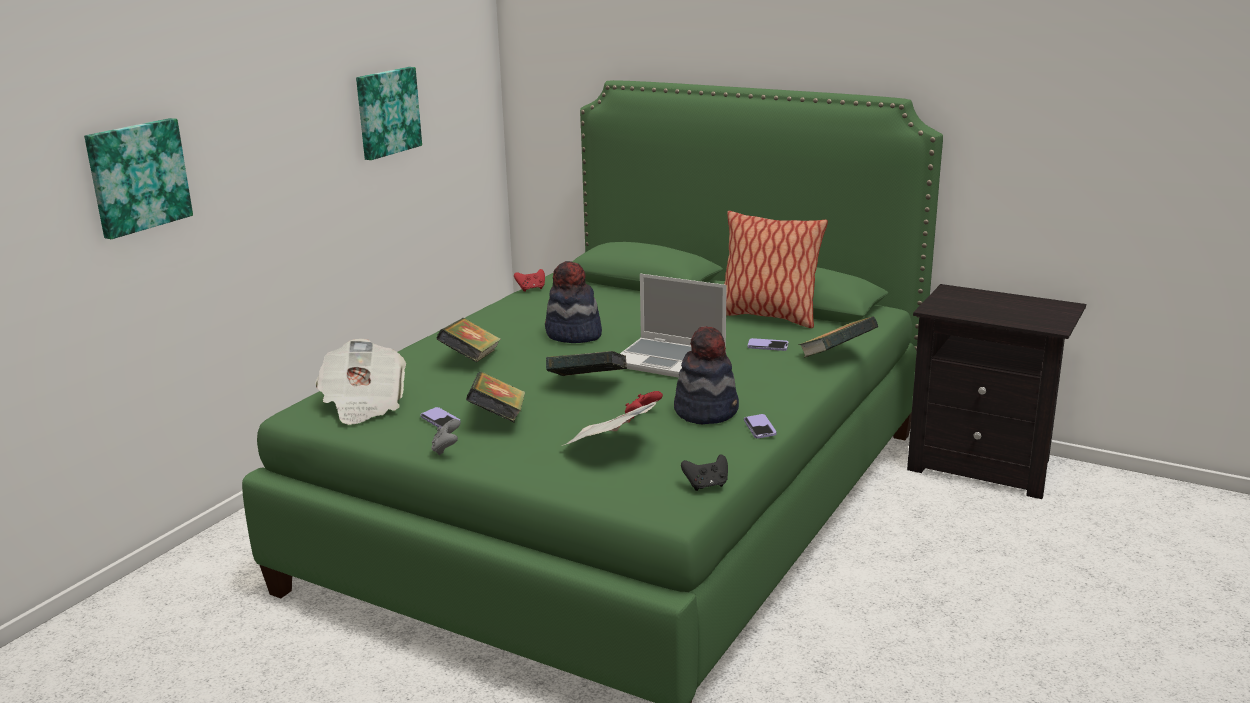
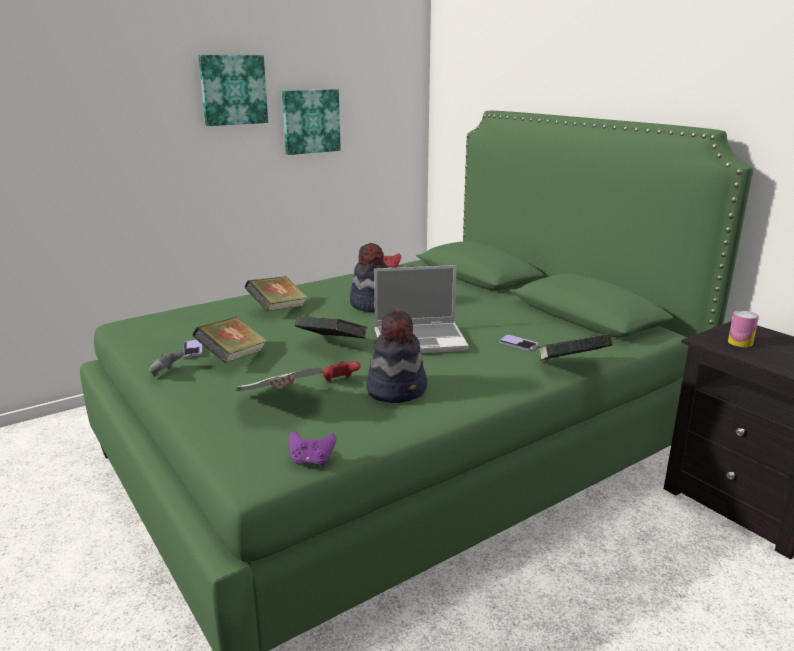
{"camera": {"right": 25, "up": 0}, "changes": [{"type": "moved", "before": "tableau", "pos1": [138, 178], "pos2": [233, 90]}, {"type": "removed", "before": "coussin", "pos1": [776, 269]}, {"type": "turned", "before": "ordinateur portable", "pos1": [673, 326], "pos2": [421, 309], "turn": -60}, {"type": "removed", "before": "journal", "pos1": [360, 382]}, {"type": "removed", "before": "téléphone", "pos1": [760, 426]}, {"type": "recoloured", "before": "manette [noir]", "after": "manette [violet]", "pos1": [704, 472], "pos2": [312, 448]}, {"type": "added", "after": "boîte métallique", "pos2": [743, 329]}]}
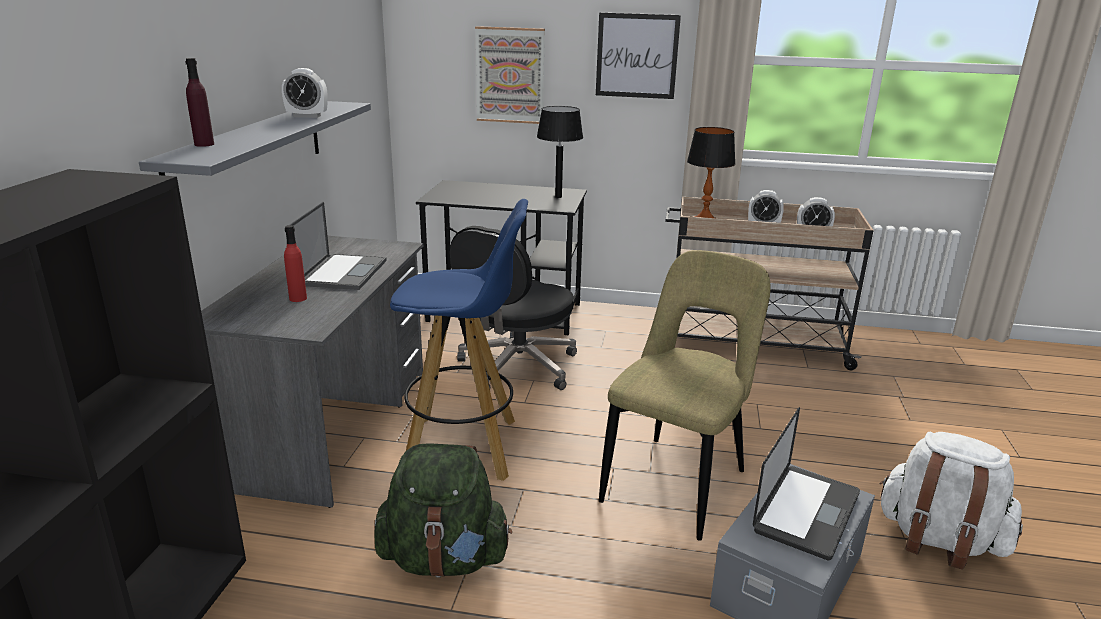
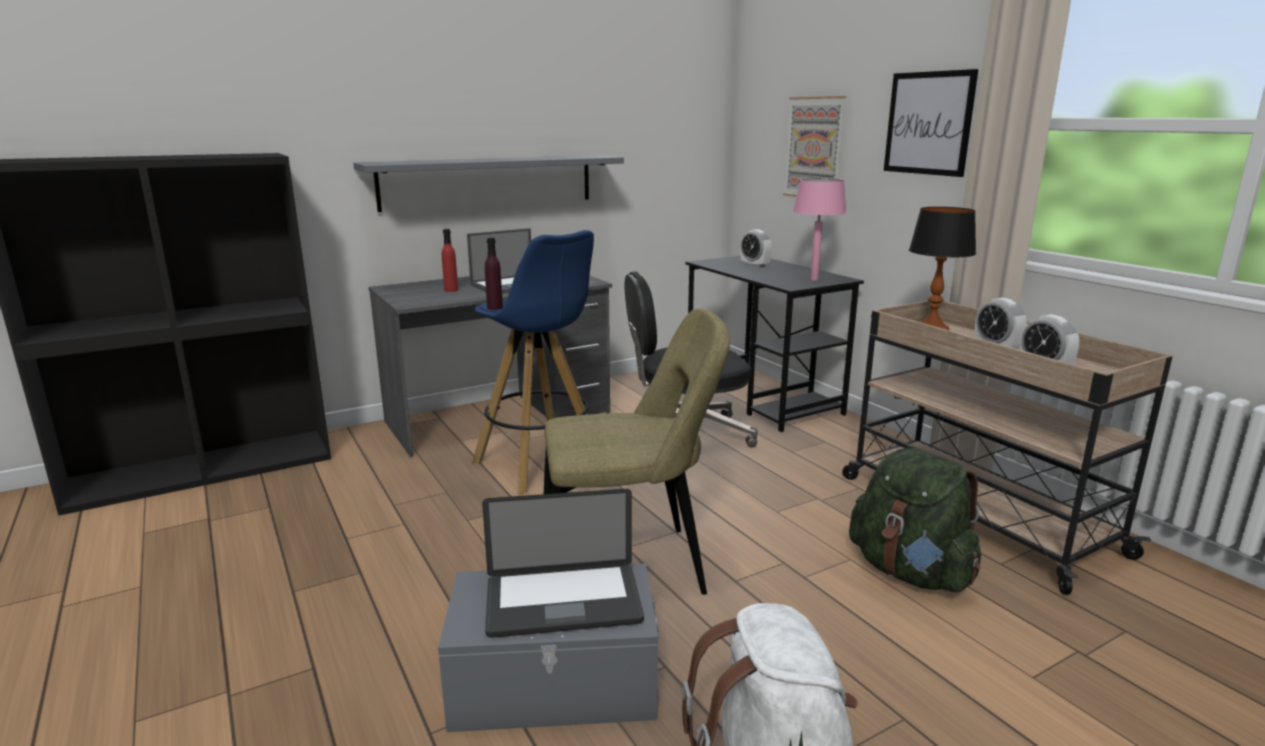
{"camera": {"right": 50, "up": -5}, "changes": [{"type": "moved", "before": "bouteille [violet]", "pos1": [199, 102], "pos2": [494, 274]}, {"type": "moved", "before": "réveil", "pos1": [305, 93], "pos2": [756, 248]}, {"type": "recoloured", "before": "lampe de table [noir]", "after": "lampe de table [rose]", "pos1": [560, 152], "pos2": [820, 229]}, {"type": "moved", "before": "sac à dos [vert]", "pos1": [443, 511], "pos2": [915, 520]}]}
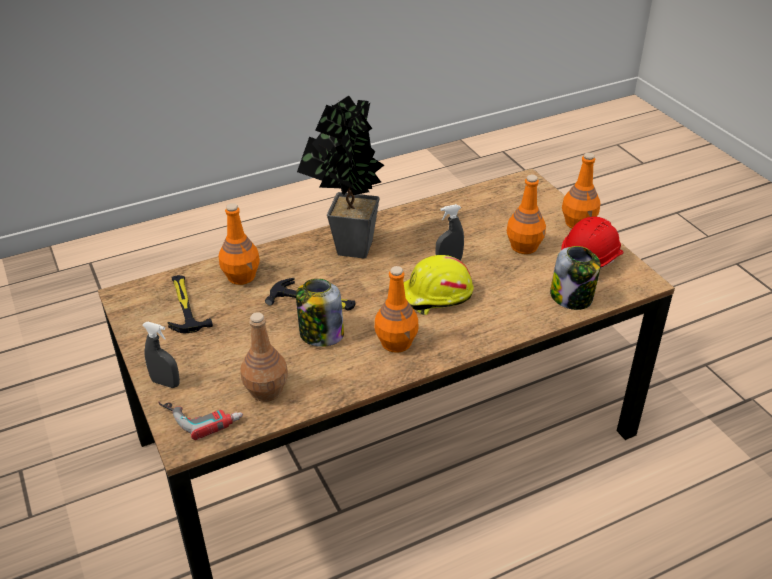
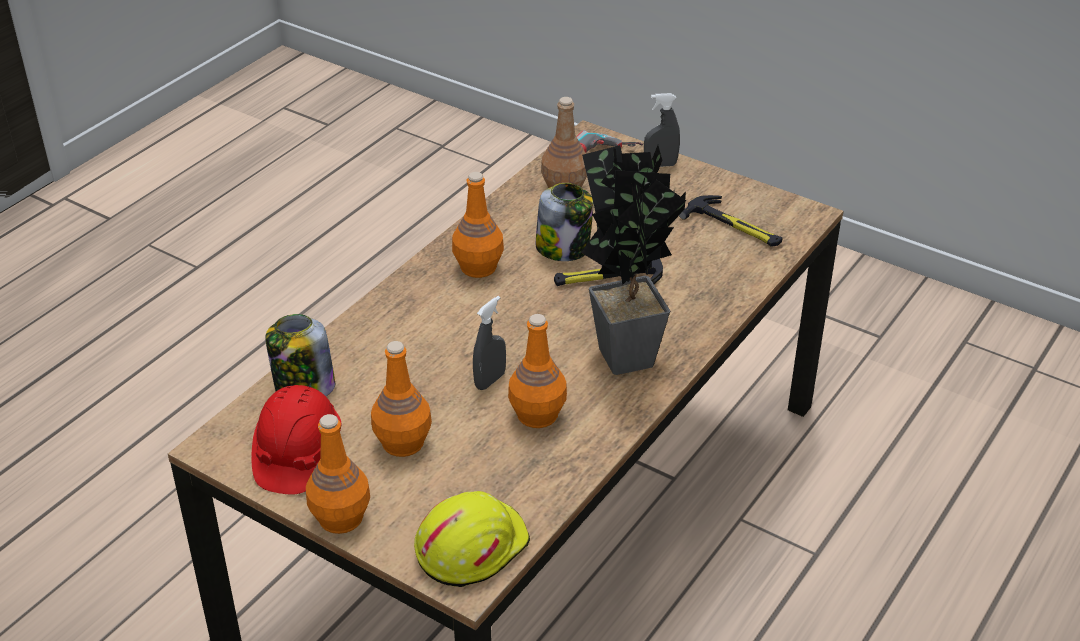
{"camera": {"right": 150, "up": 0}, "changes": [{"type": "moved", "before": "bouteille [orange]", "pos1": [239, 244], "pos2": [537, 371]}, {"type": "moved", "before": "casque de chantier [jaune]", "pos1": [439, 285], "pos2": [472, 539]}]}
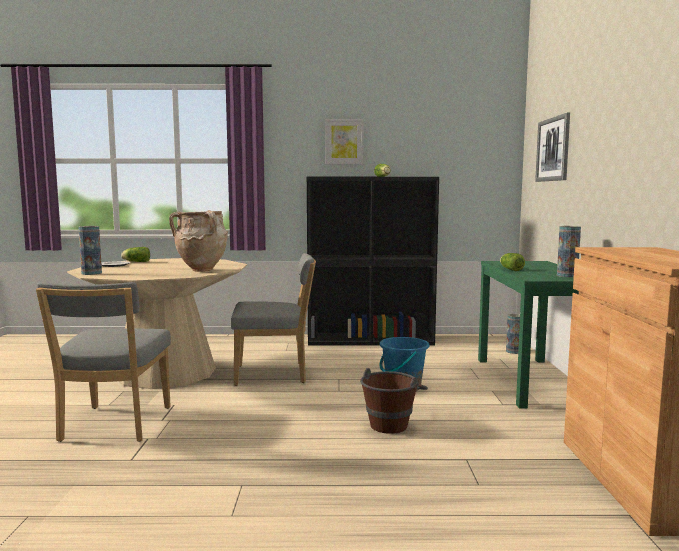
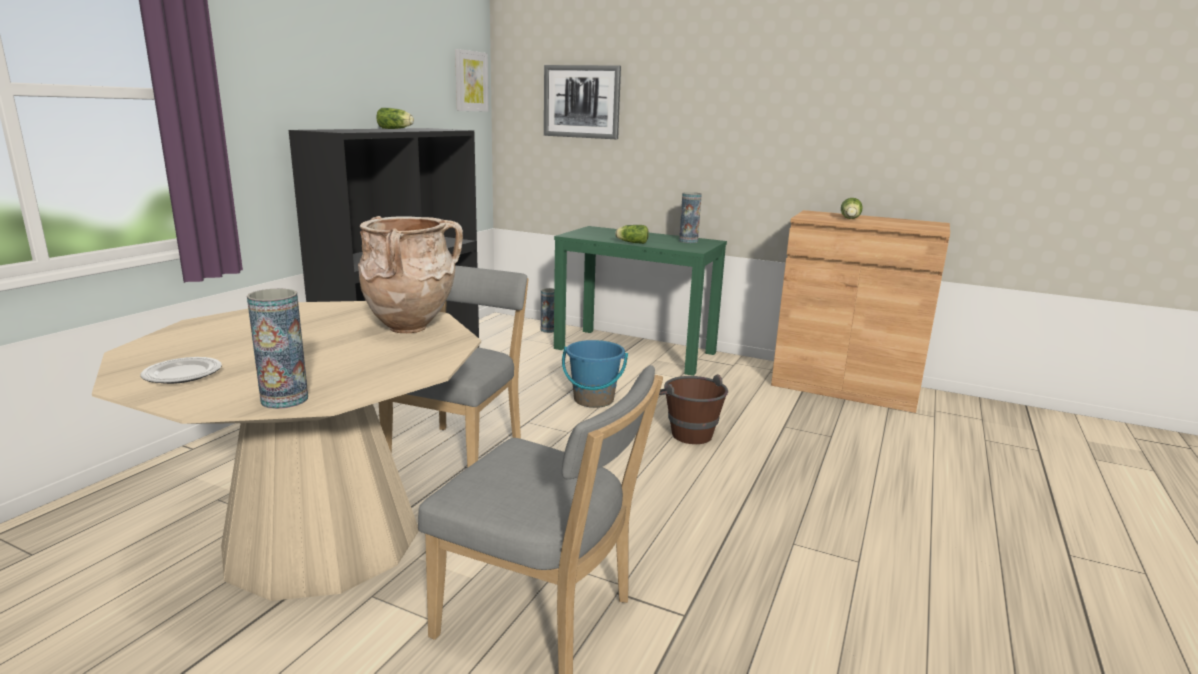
{"camera": {"right": -65, "up": 10}, "changes": [{"type": "moved", "before": "tableau", "pos1": [344, 142], "pos2": [472, 80]}, {"type": "moved", "before": "laitue", "pos1": [135, 254], "pos2": [851, 208]}]}
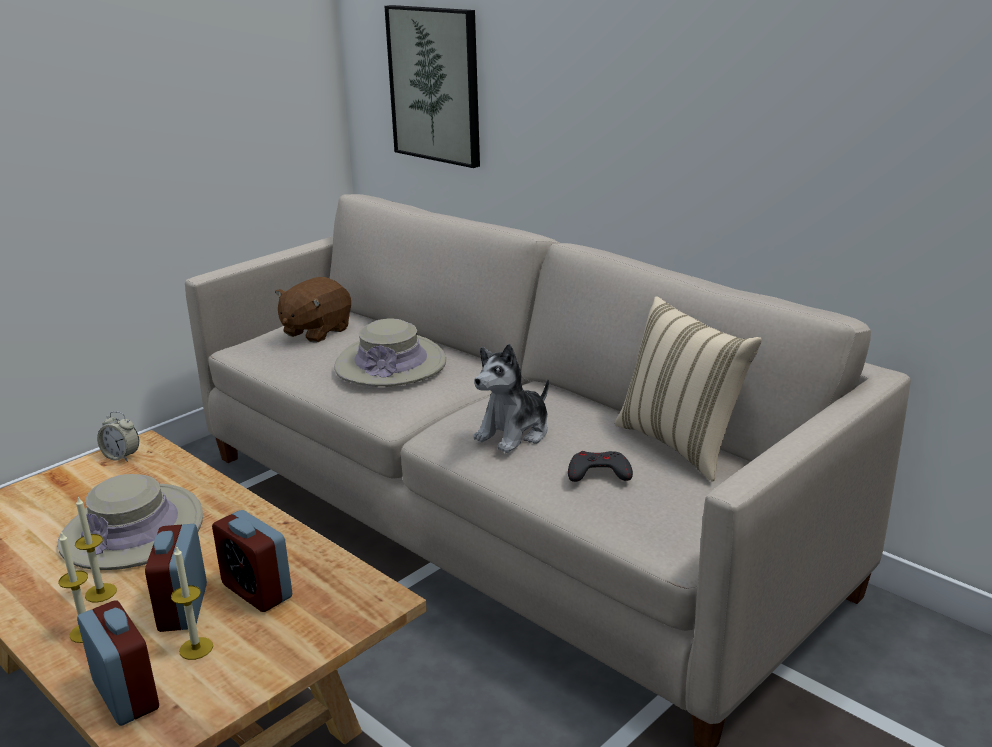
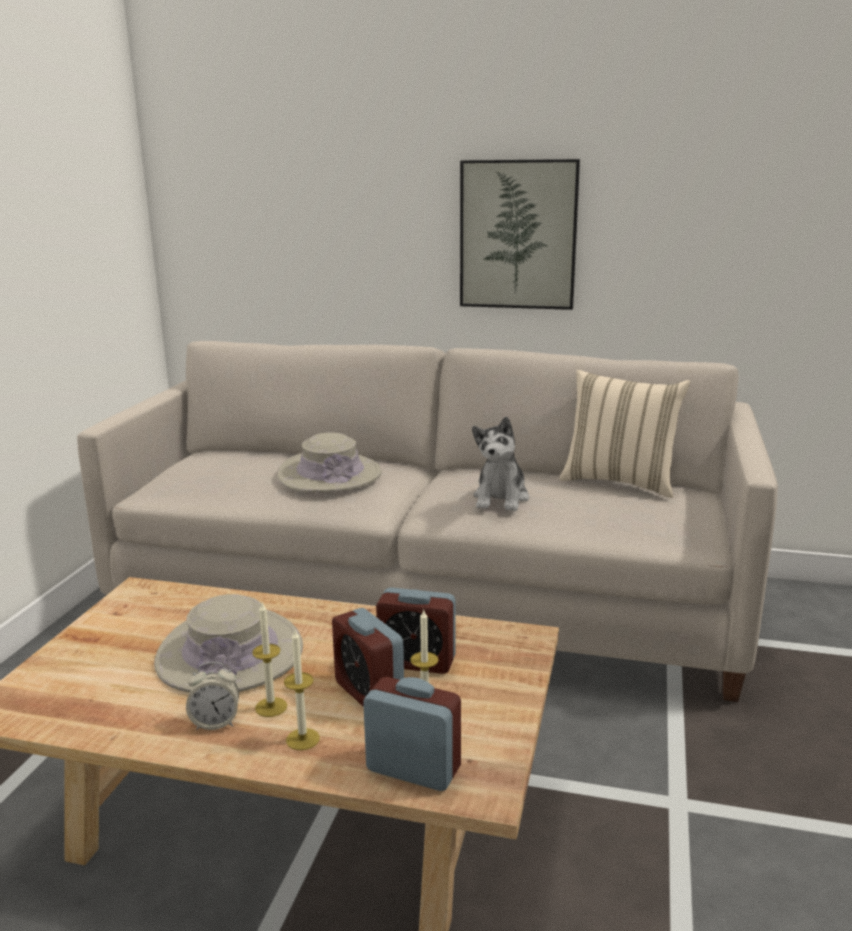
{"camera": {"right": -30, "up": -5}, "changes": [{"type": "moved", "before": "tableau", "pos1": [432, 86], "pos2": [520, 234]}, {"type": "removed", "before": "peluche [marron]", "pos1": [313, 310]}, {"type": "moved", "before": "réveil", "pos1": [118, 436], "pos2": [212, 696]}, {"type": "removed", "before": "manette [gris]", "pos1": [600, 466]}]}
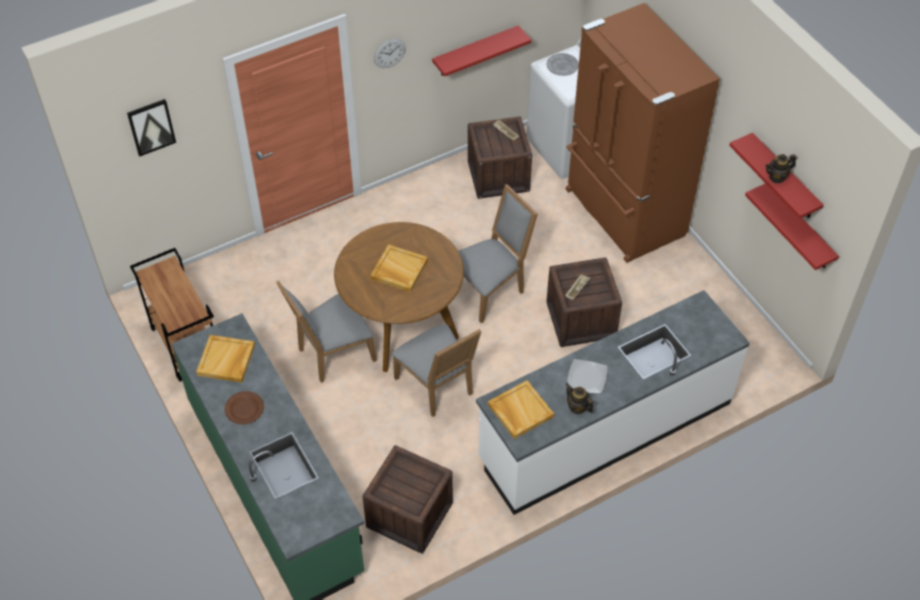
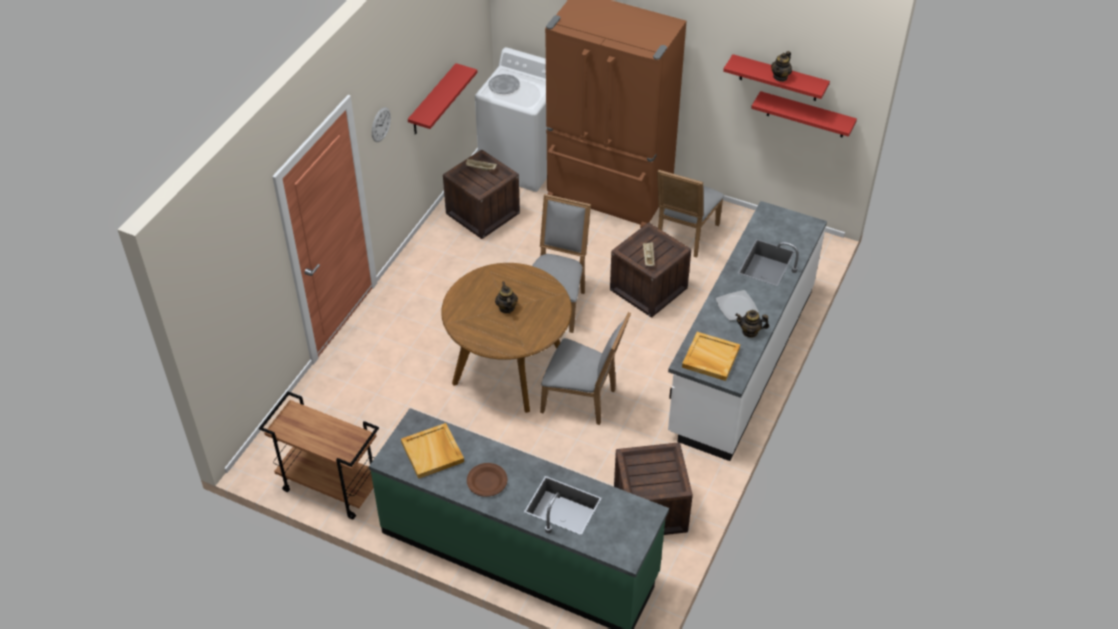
{"camera": {"right": -35, "up": -5}, "changes": [{"type": "removed", "before": "tableau", "pos1": [151, 127]}, {"type": "replaced", "before": "plateau [beige]", "after": "théière", "pos1": [399, 268], "pos2": [506, 297]}, {"type": "moved", "before": "chaise [gris]", "pos1": [326, 331], "pos2": [690, 214]}]}
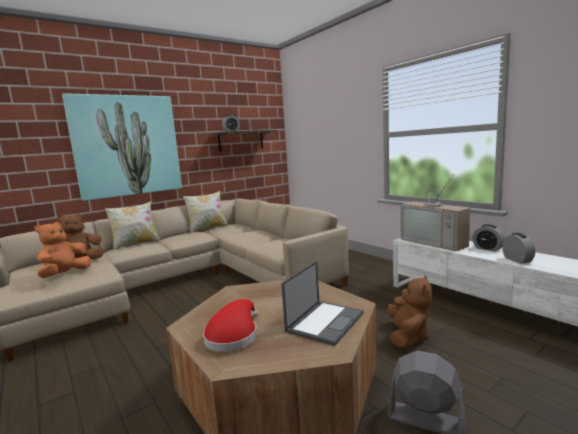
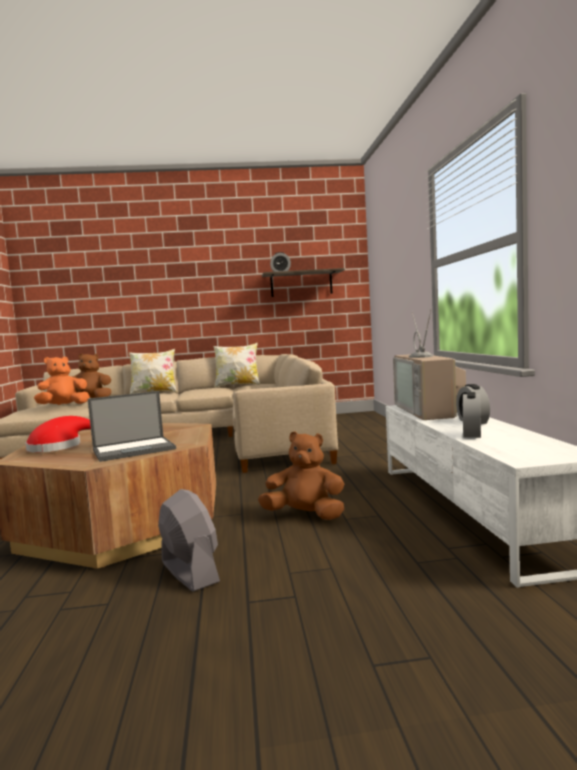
{"camera": {"right": 30, "up": -5}, "changes": [{"type": "removed", "before": "tableau", "pos1": [122, 147]}, {"type": "turned", "before": "peluche [marron]", "pos1": [410, 312], "pos2": [301, 475], "turn": -120}]}
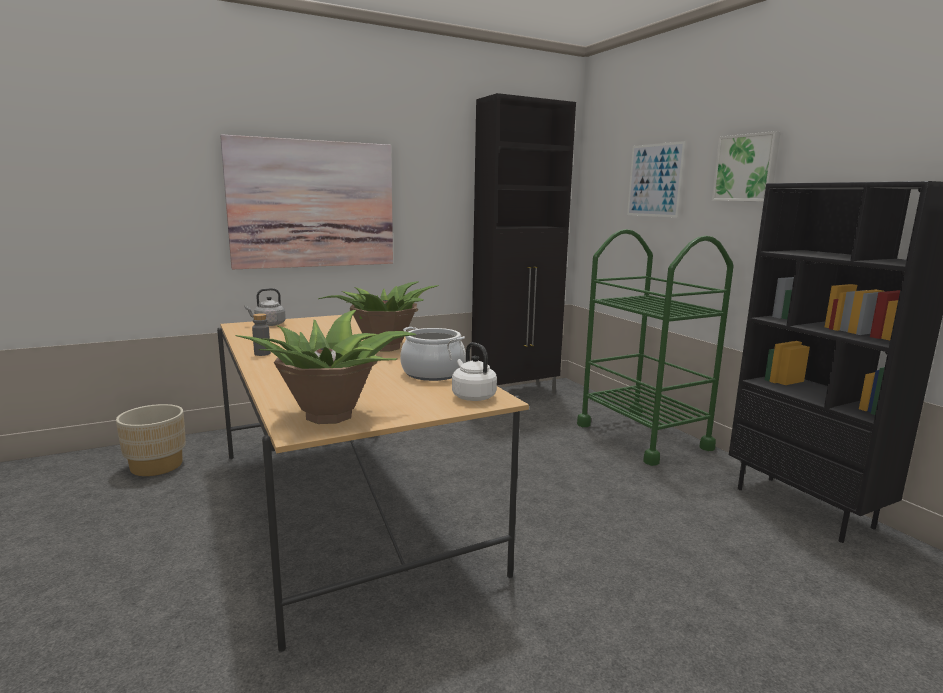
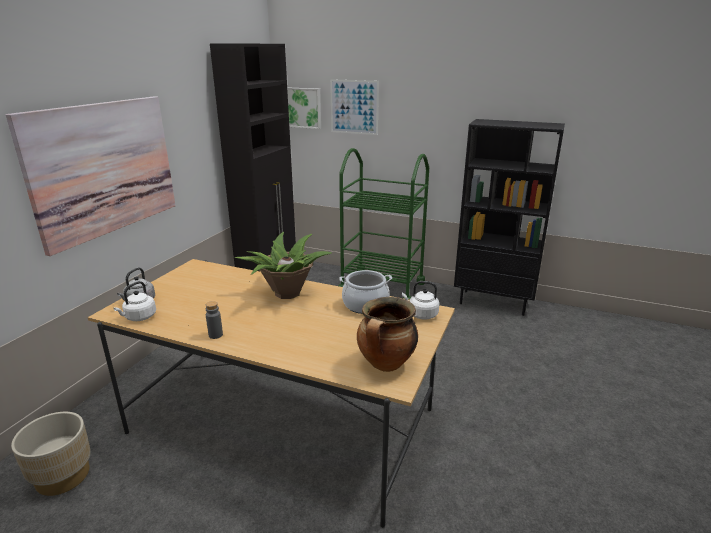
{"camera": {"right": -40, "up": 10}, "changes": [{"type": "moved", "before": "tableau", "pos1": [746, 166], "pos2": [304, 108]}, {"type": "replaced", "before": "plante en pot", "after": "marmite", "pos1": [325, 367], "pos2": [387, 334]}, {"type": "added", "after": "bouilloire [blanc]", "pos2": [134, 301]}]}
